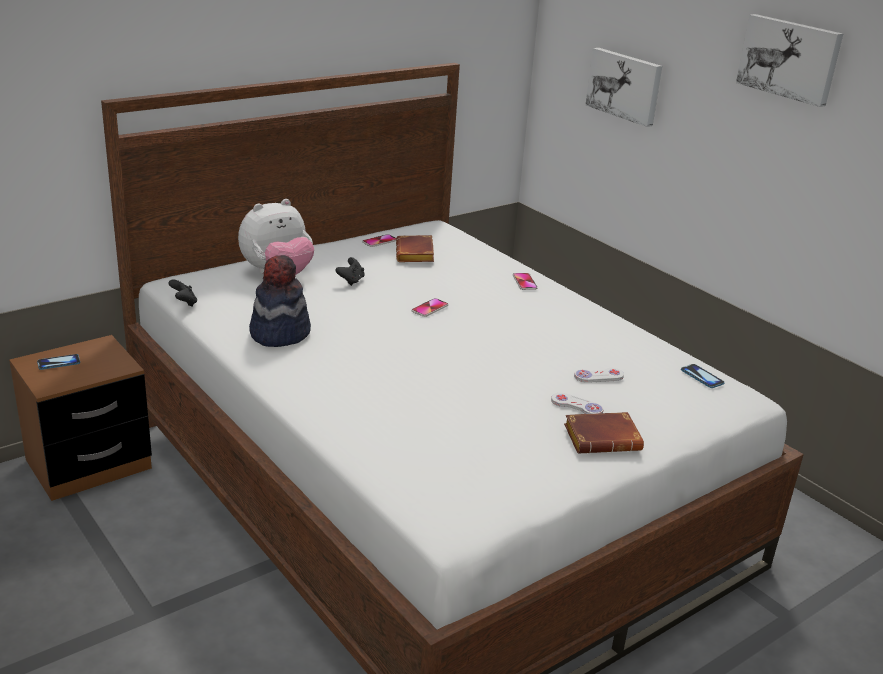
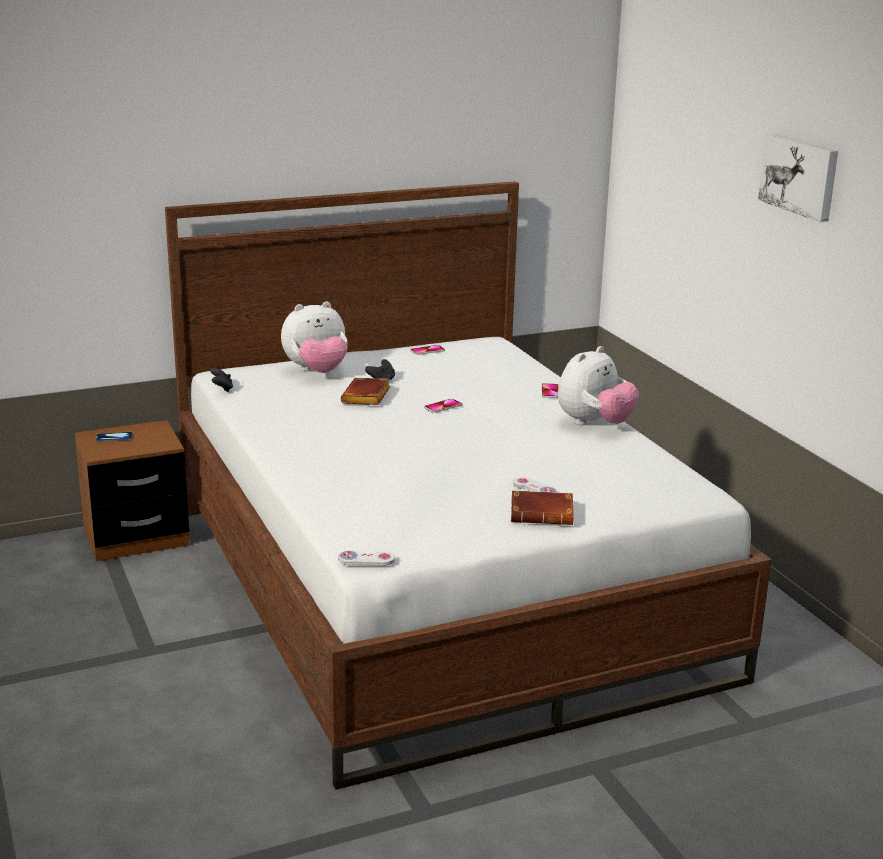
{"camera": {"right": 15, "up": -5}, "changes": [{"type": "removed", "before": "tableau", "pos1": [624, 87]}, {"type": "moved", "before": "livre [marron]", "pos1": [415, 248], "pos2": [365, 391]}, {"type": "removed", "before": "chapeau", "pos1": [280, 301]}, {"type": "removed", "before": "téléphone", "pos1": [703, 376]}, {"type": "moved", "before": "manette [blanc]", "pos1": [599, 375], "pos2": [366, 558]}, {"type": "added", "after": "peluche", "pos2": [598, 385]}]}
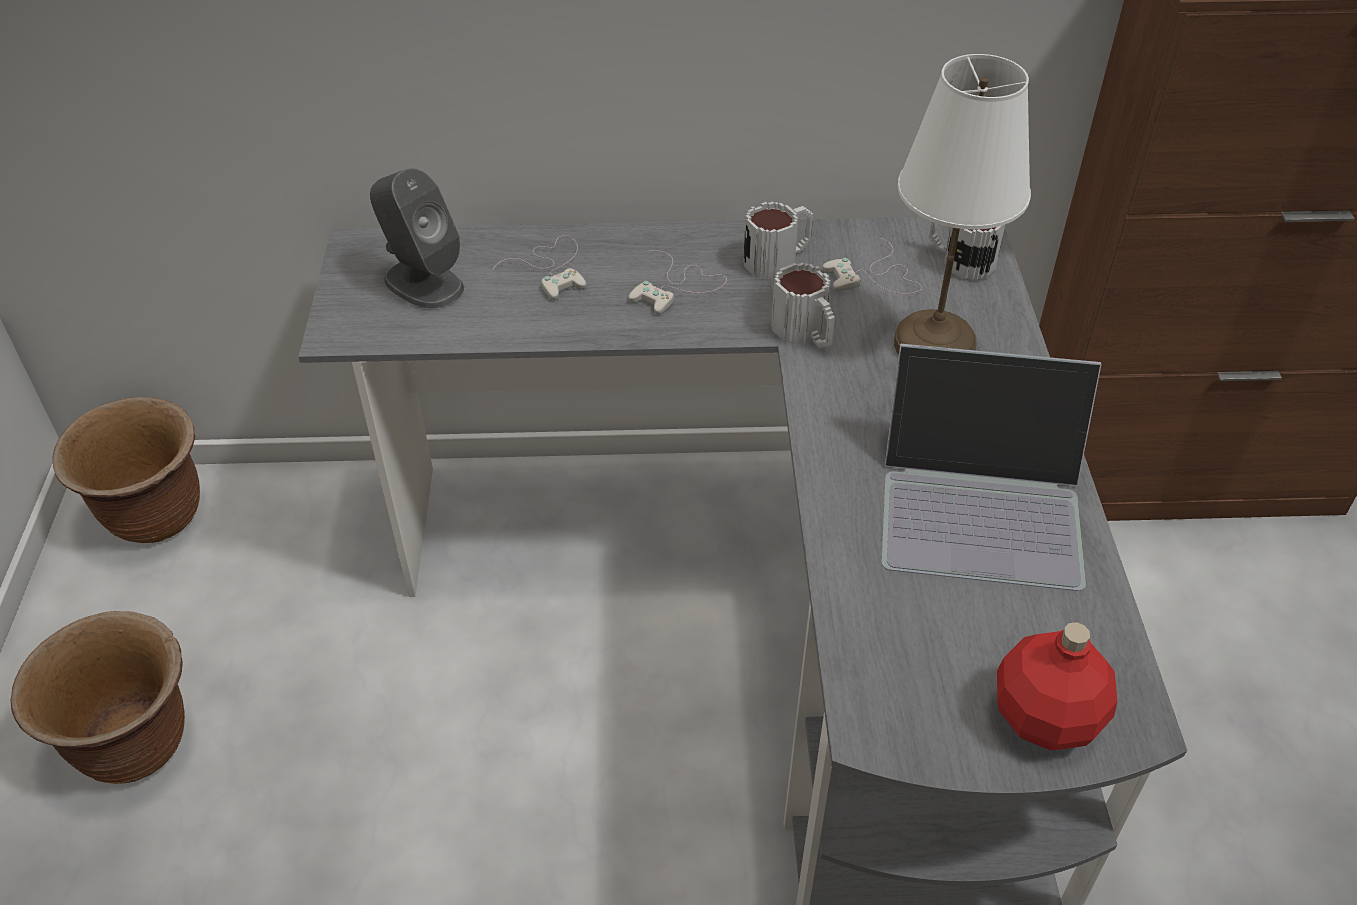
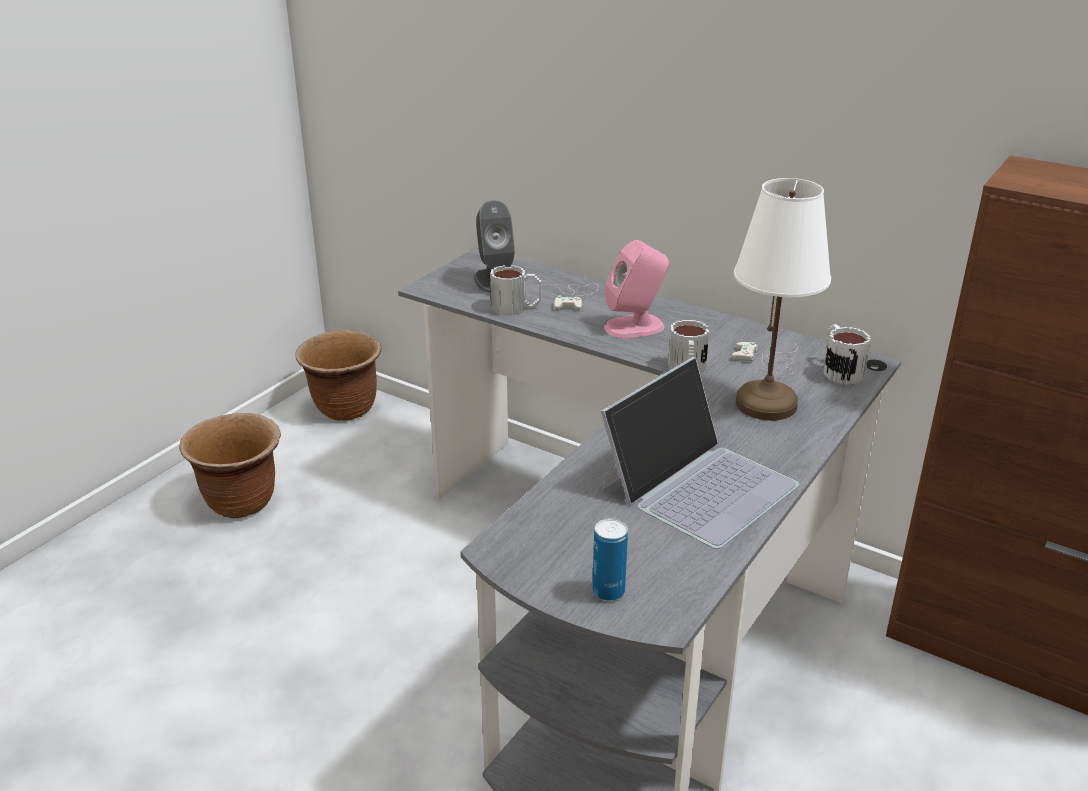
{"camera": {"right": 35, "up": -15}, "changes": [{"type": "moved", "before": "mug", "pos1": [778, 240], "pos2": [515, 290]}, {"type": "replaced", "before": "manette [blanc]", "after": "enceinte [rose]", "pos1": [677, 282], "pos2": [636, 289]}, {"type": "turned", "before": "ordinateur portable", "pos1": [992, 467], "pos2": [700, 453], "turn": -90}, {"type": "replaced", "before": "bouteille [rouge]", "after": "boîte métallique", "pos1": [1057, 686], "pos2": [610, 559]}]}
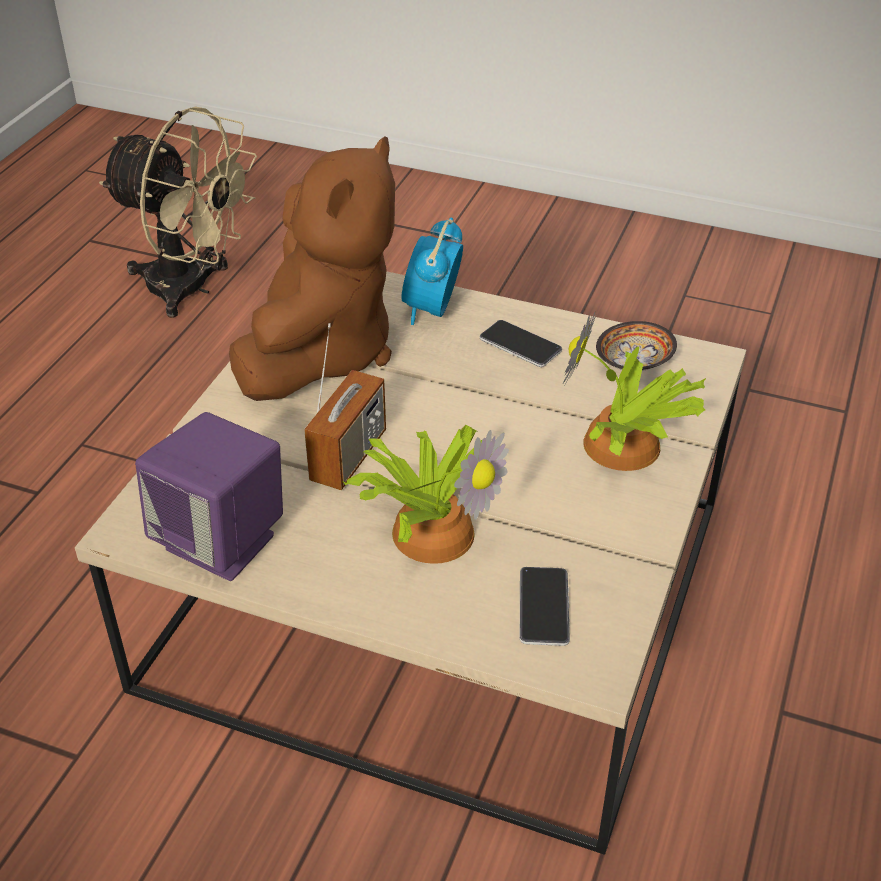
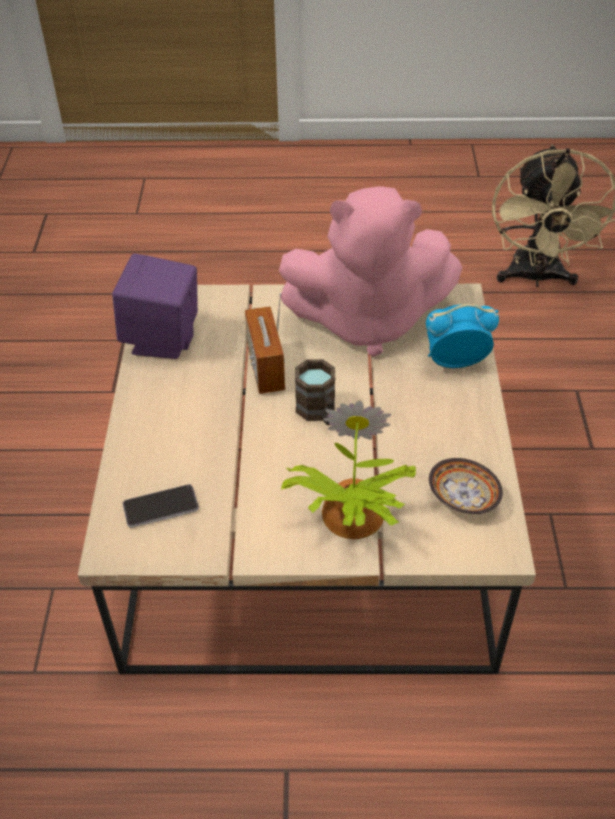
{"camera": {"right": 70, "up": 5}, "changes": [{"type": "recoloured", "before": "peluche [marron]", "after": "peluche [rose]", "pos1": [312, 268], "pos2": [370, 271]}, {"type": "removed", "before": "téléphone", "pos1": [521, 343]}, {"type": "turned", "before": "radio", "pos1": [345, 406], "pos2": [265, 343], "turn": 75}, {"type": "removed", "before": "plante en pot", "pos1": [426, 494]}, {"type": "added", "after": "mug [marron]", "pos2": [315, 392]}]}
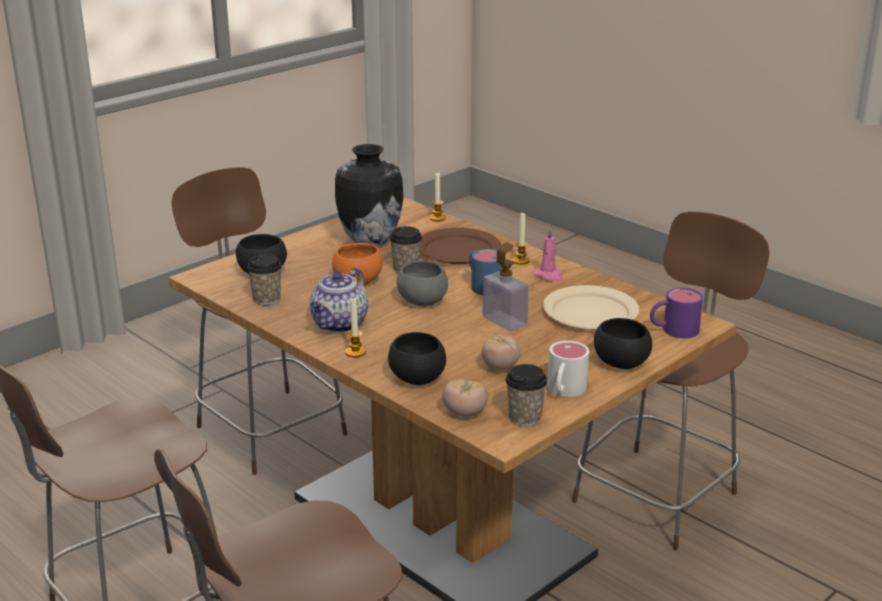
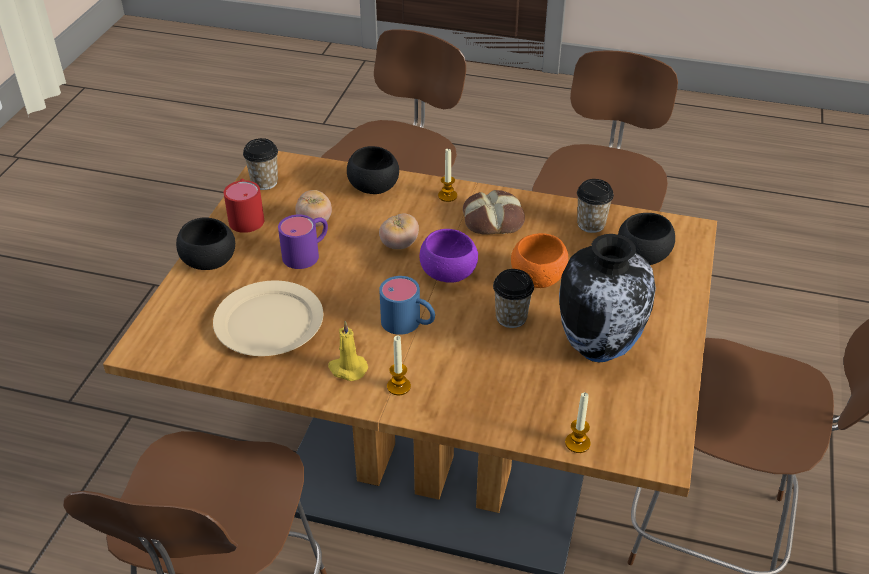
{"camera": {"right": 150, "up": 15}, "changes": [{"type": "recoloured", "before": "bougie [rose]", "after": "bougie [jaune]", "pos1": [547, 254], "pos2": [348, 351]}, {"type": "removed", "before": "assiette [marron]", "pos1": [460, 246]}, {"type": "removed", "before": "distributeur de savon", "pos1": [506, 286]}, {"type": "recoloured", "before": "bol [gris]", "after": "bol [violet]", "pos1": [422, 283], "pos2": [449, 256]}, {"type": "replaced", "before": "théière", "after": "pain", "pos1": [339, 300], "pos2": [494, 212]}, {"type": "moved", "before": "mug [violet]", "pos1": [676, 313], "pos2": [303, 241]}, {"type": "recoloured", "before": "mug [blanc]", "after": "mug [rouge]", "pos1": [568, 369], "pos2": [244, 206]}, {"type": "moved", "before": "tomate", "pos1": [465, 398], "pos2": [399, 231]}]}
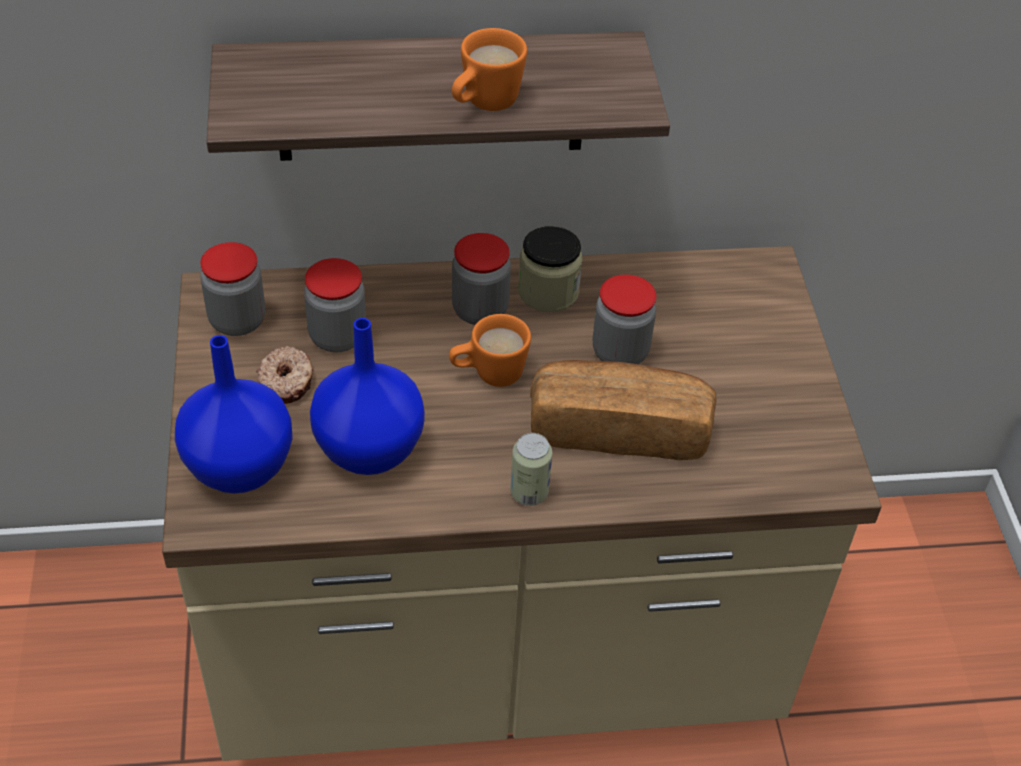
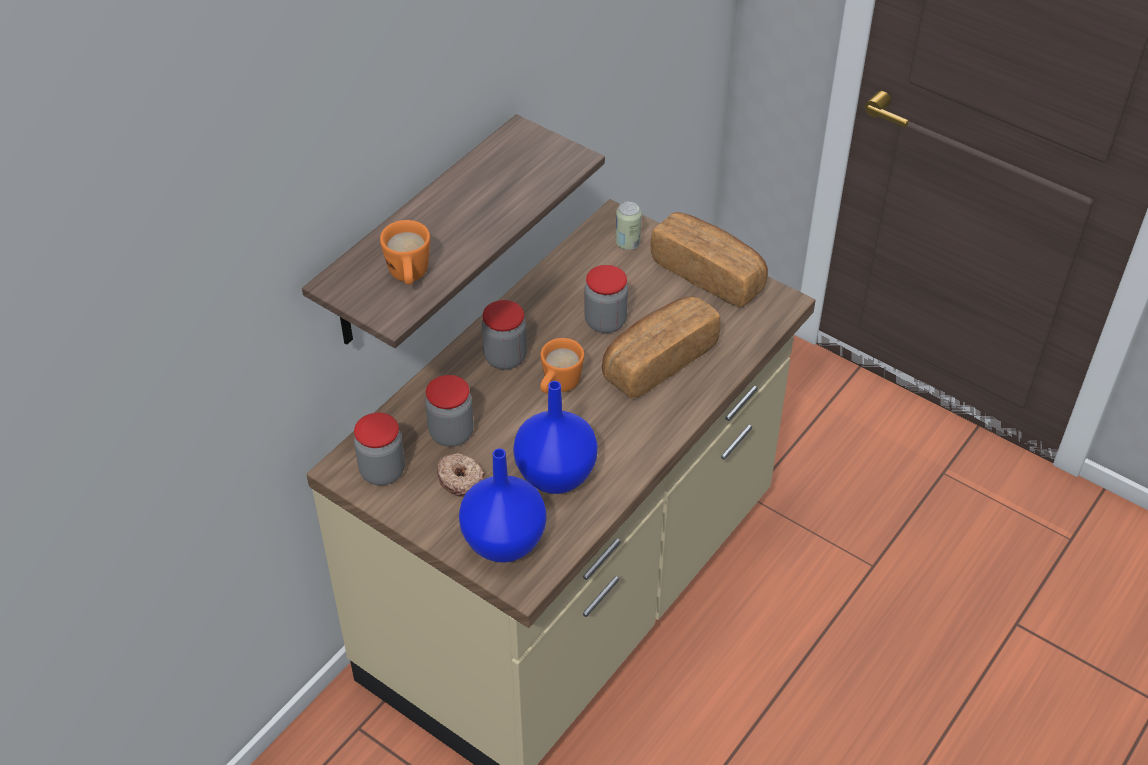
{"camera": {"right": -45, "up": 0}, "changes": [{"type": "moved", "before": "mug [orange]", "pos1": [489, 69], "pos2": [405, 252]}, {"type": "removed", "before": "bocal", "pos1": [550, 269]}, {"type": "moved", "before": "boîte métallique", "pos1": [531, 469], "pos2": [629, 225]}, {"type": "added", "after": "pain", "pos2": [709, 259]}]}
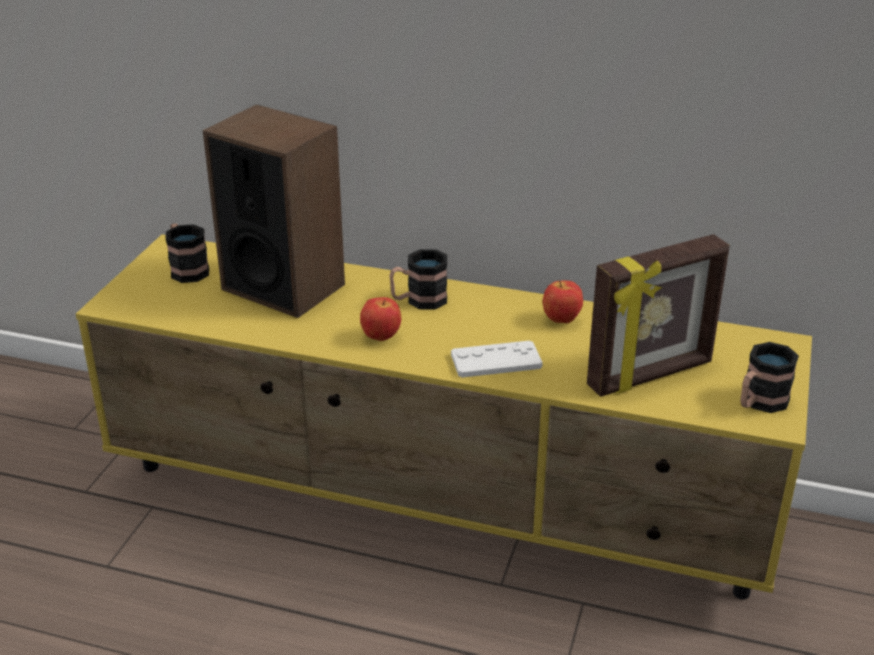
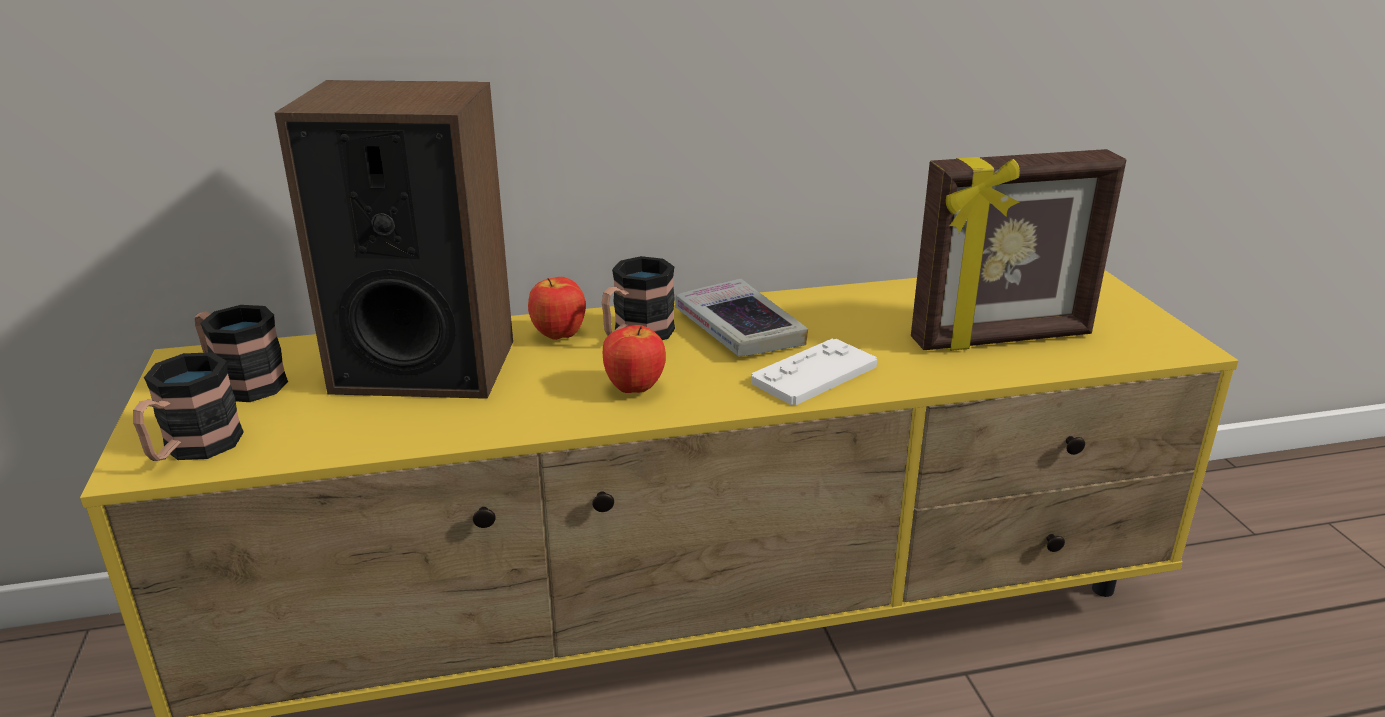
{"camera": {"right": -30, "up": -5}, "changes": [{"type": "turned", "before": "cadre photo", "pos1": [658, 315], "pos2": [1018, 250], "turn": 45}, {"type": "moved", "before": "pomme", "pos1": [563, 302], "pos2": [557, 308]}, {"type": "moved", "before": "mug", "pos1": [769, 377], "pos2": [188, 406]}, {"type": "added", "after": "livre", "pos2": [741, 317]}]}
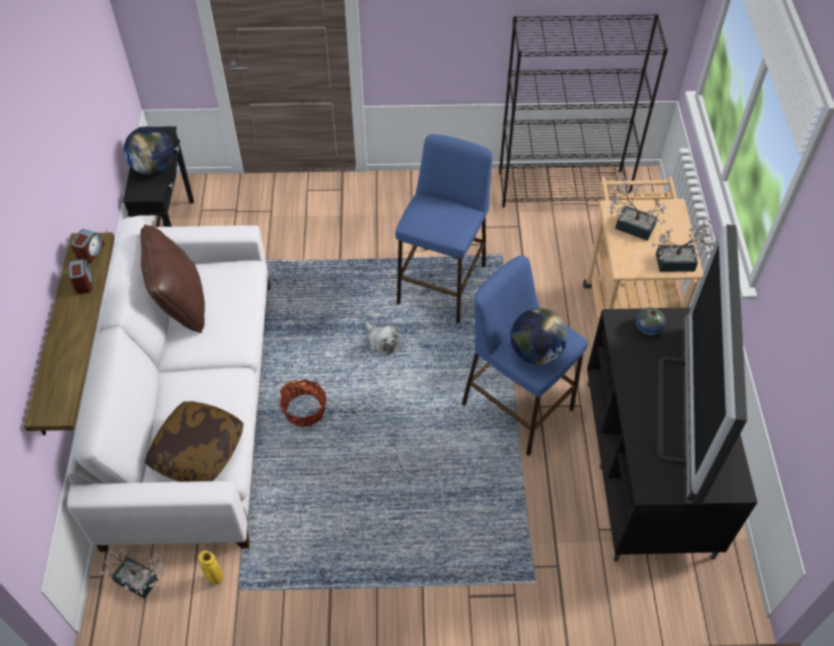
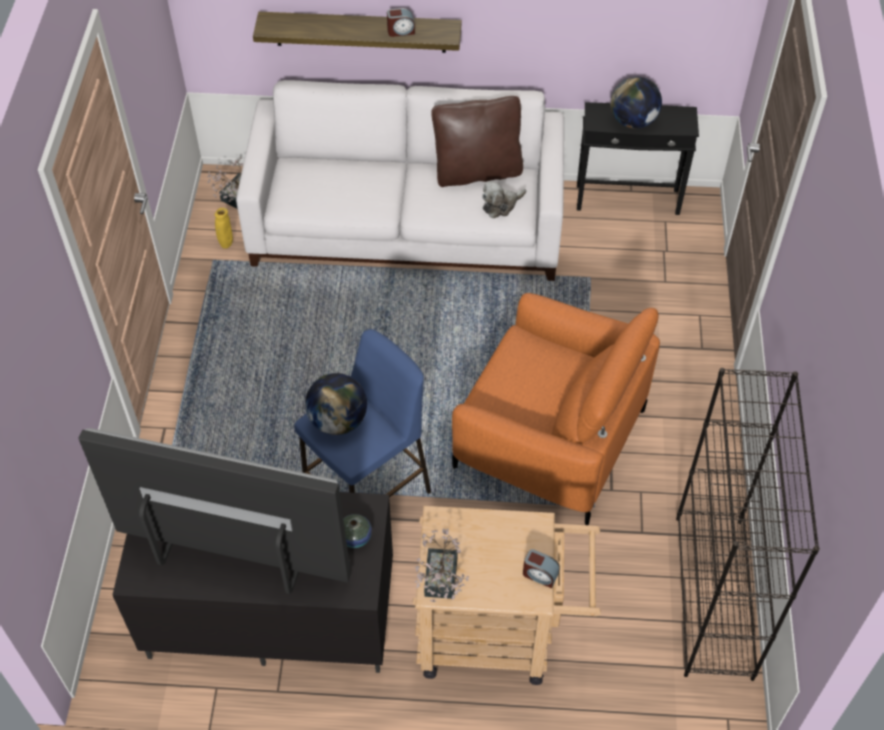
{"camera": {"right": 95, "up": 0}, "changes": [{"type": "replaced", "before": "tabouret [bleu]", "after": "fauteuil [orange]", "pos1": [443, 229], "pos2": [556, 409]}, {"type": "removed", "before": "plante en pot", "pos1": [638, 209]}, {"type": "moved", "before": "réveil", "pos1": [87, 246], "pos2": [541, 568]}, {"type": "moved", "before": "peluche", "pos1": [382, 338], "pos2": [504, 199]}, {"type": "removed", "before": "panier", "pos1": [303, 403]}, {"type": "removed", "before": "coussin", "pos1": [194, 441]}]}
